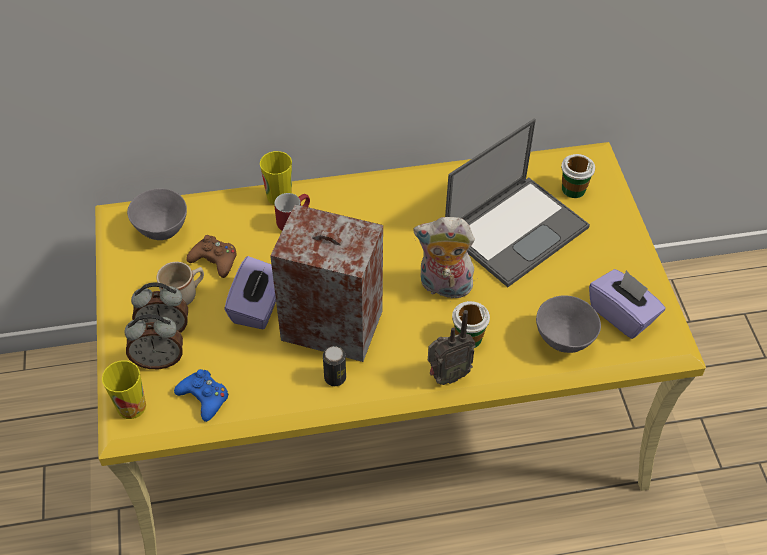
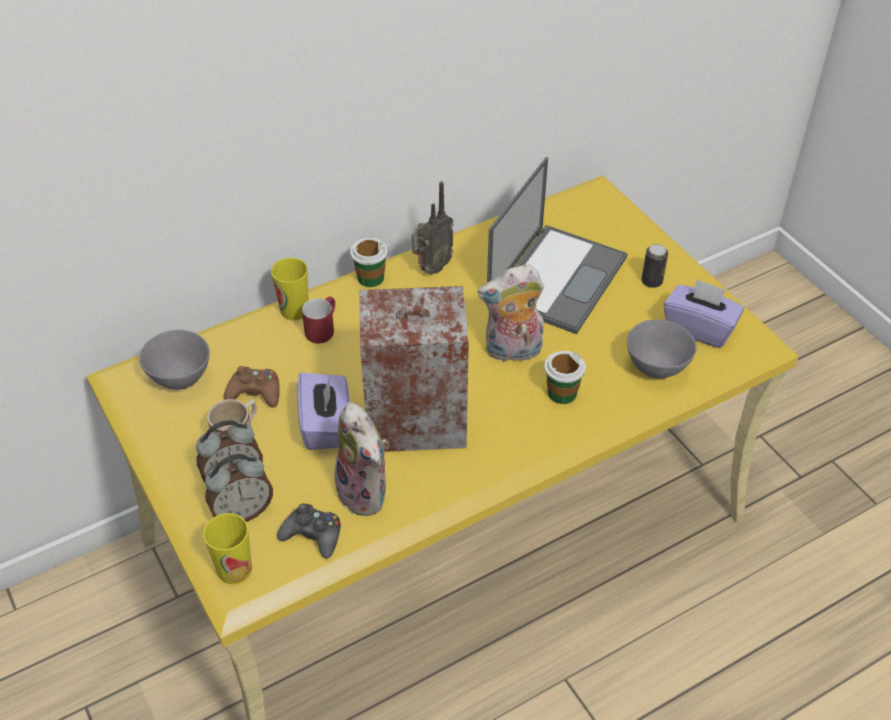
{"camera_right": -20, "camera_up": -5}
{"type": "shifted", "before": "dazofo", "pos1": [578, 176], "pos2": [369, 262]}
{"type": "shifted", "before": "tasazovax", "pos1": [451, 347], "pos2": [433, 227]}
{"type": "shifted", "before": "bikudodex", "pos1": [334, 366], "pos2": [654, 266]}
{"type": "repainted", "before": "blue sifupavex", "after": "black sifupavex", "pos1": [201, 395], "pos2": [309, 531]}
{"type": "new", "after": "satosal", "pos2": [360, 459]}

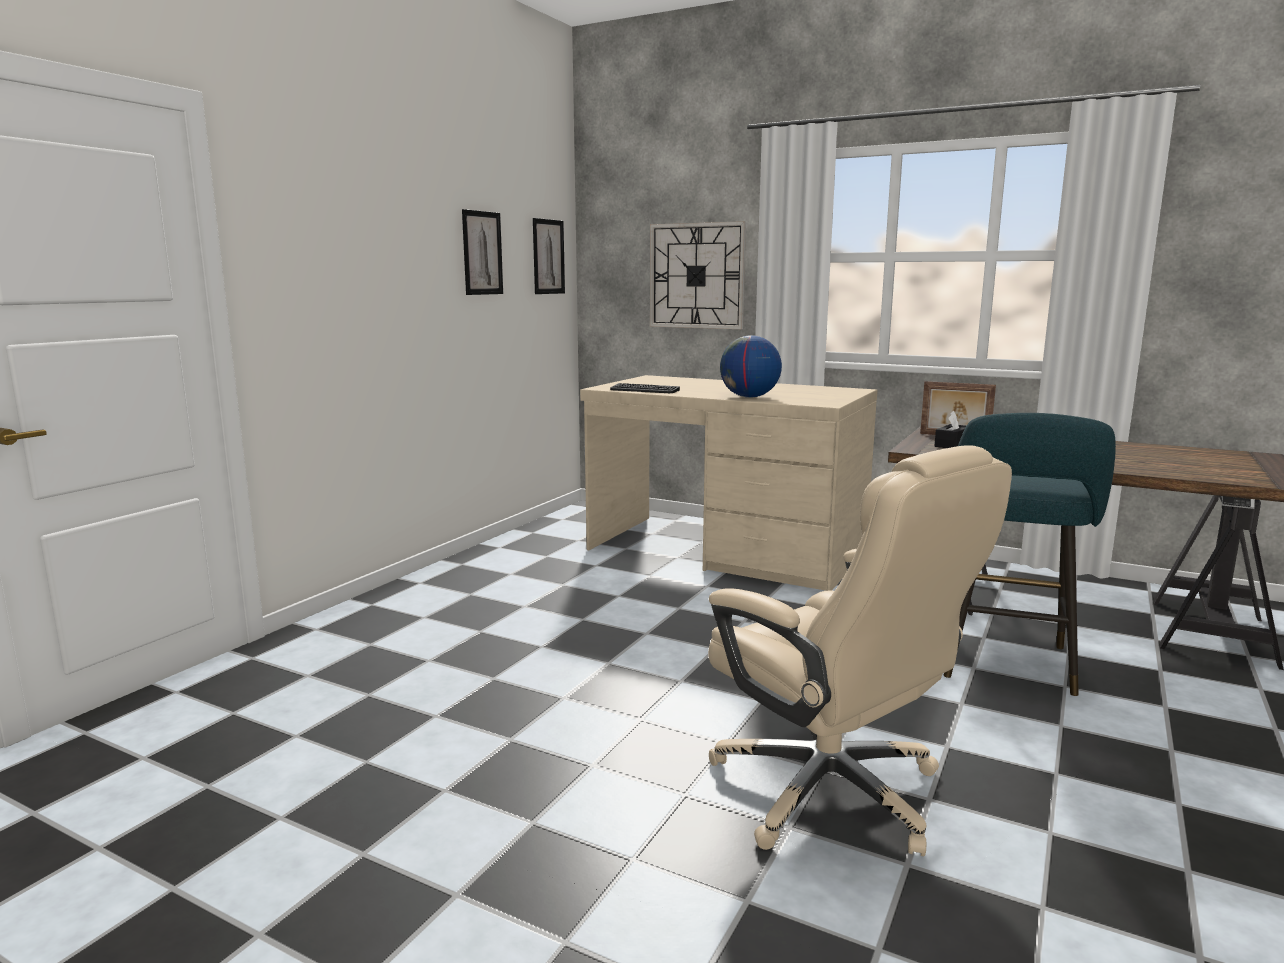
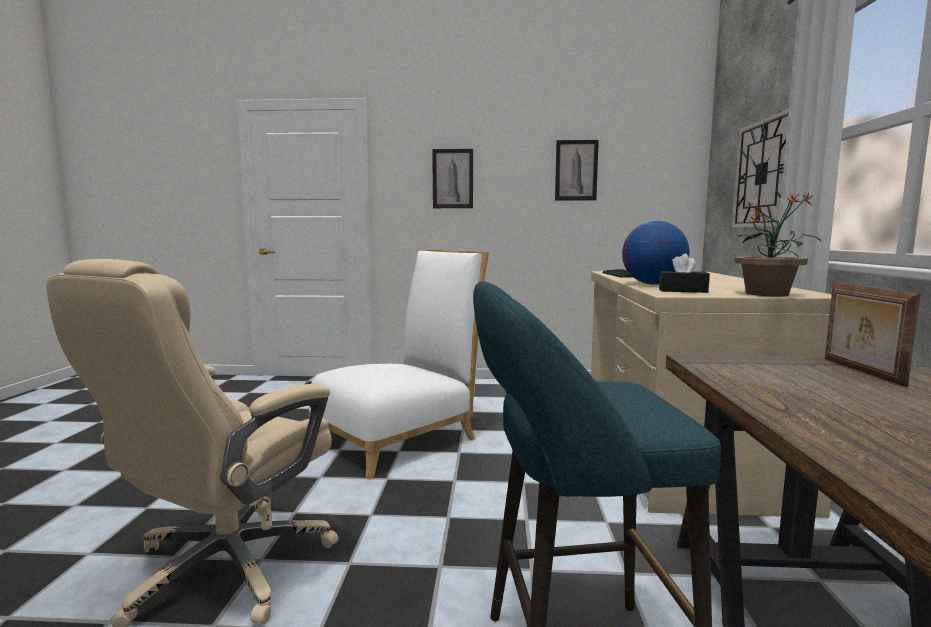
{"camera_right": 65, "camera_up": -5}
{"type": "shifted", "before": "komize", "pos1": [549, 256], "pos2": [452, 178]}
{"type": "shifted", "before": "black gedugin", "pos1": [950, 429], "pos2": [684, 273]}
{"type": "new", "after": "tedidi", "pos2": [777, 244]}
{"type": "new", "after": "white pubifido", "pos2": [399, 364]}

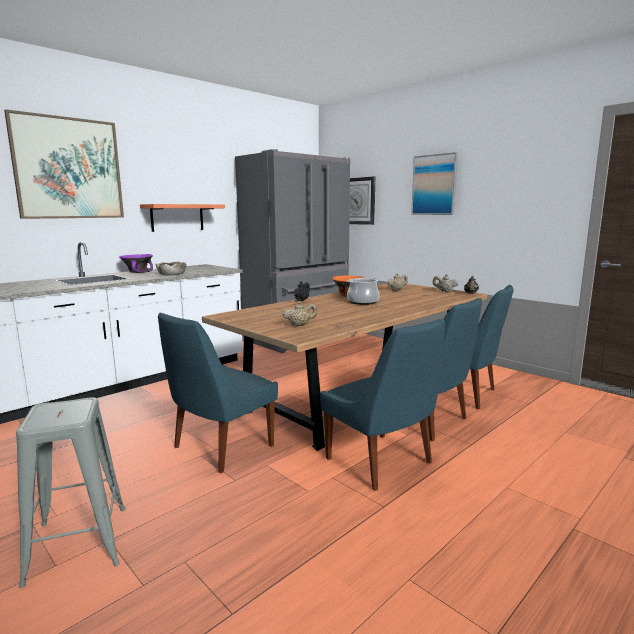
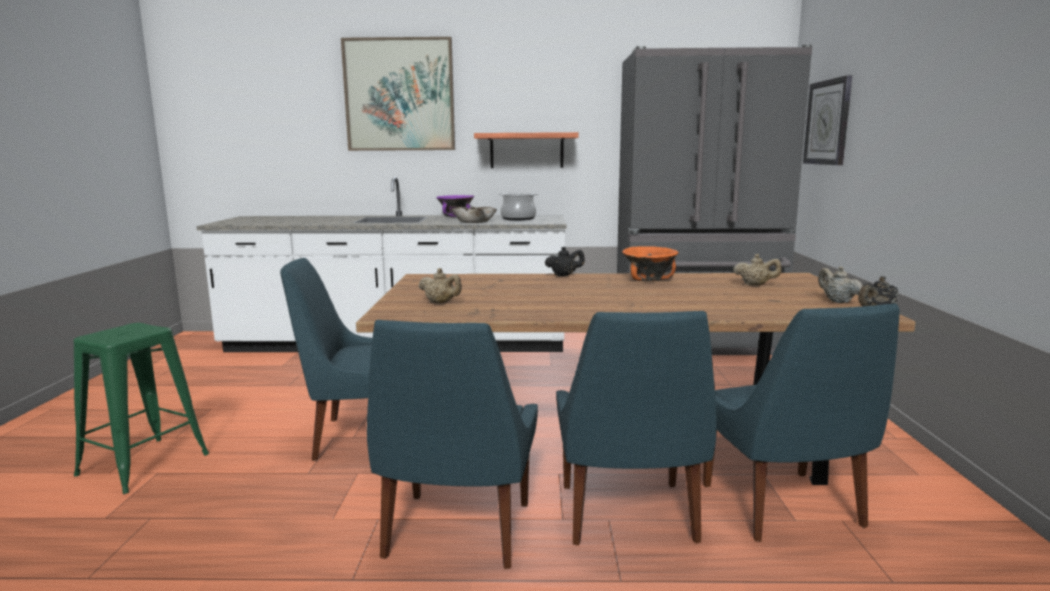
{"camera_right": 45, "camera_up": 0}
{"type": "gone", "before": "komize", "pos1": [434, 183]}
{"type": "shifted", "before": "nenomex", "pos1": [363, 291], "pos2": [518, 206]}
{"type": "repainted", "before": "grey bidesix", "after": "green bidesix", "pos1": [71, 493], "pos2": [141, 408]}

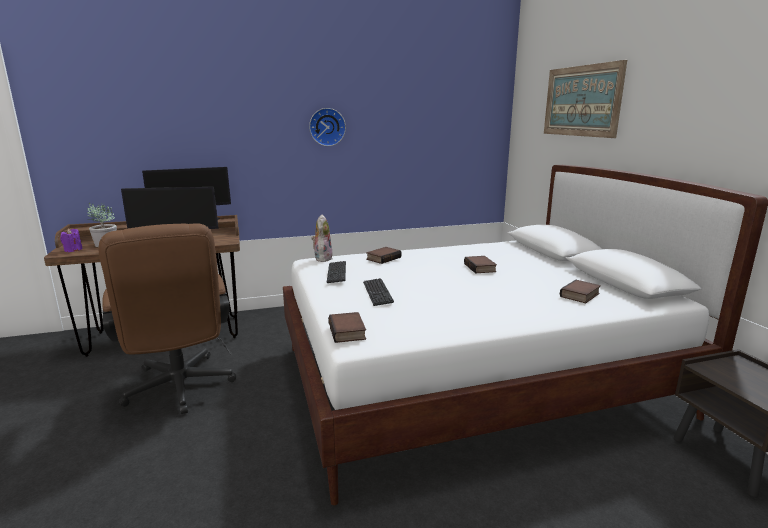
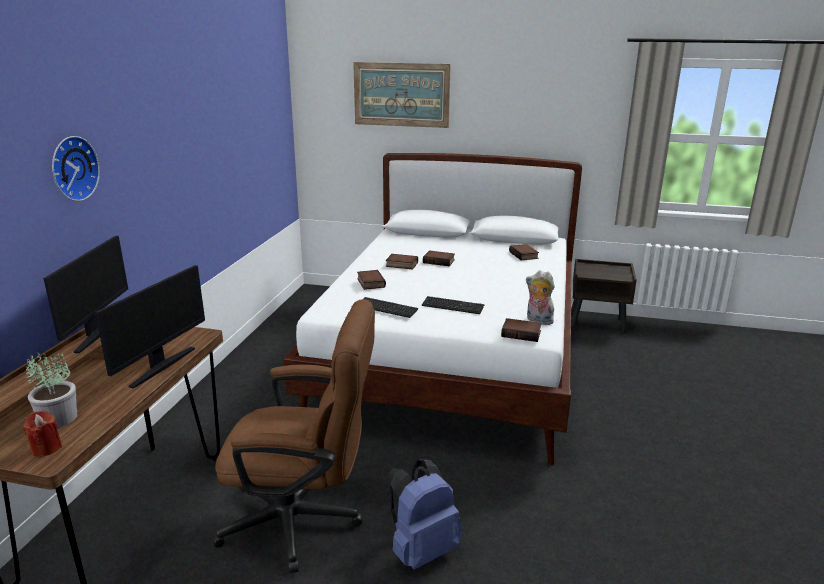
{"camera_right": -60, "camera_up": 5}
{"type": "shifted", "before": "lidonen", "pos1": [327, 127], "pos2": [76, 168]}
{"type": "shifted", "before": "satosal", "pos1": [322, 238], "pos2": [540, 297]}
{"type": "repainted", "before": "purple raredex", "after": "red raredex", "pos1": [71, 240], "pos2": [42, 433]}
{"type": "new", "after": "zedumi", "pos2": [402, 262]}
{"type": "new", "after": "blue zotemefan", "pos2": [424, 514]}

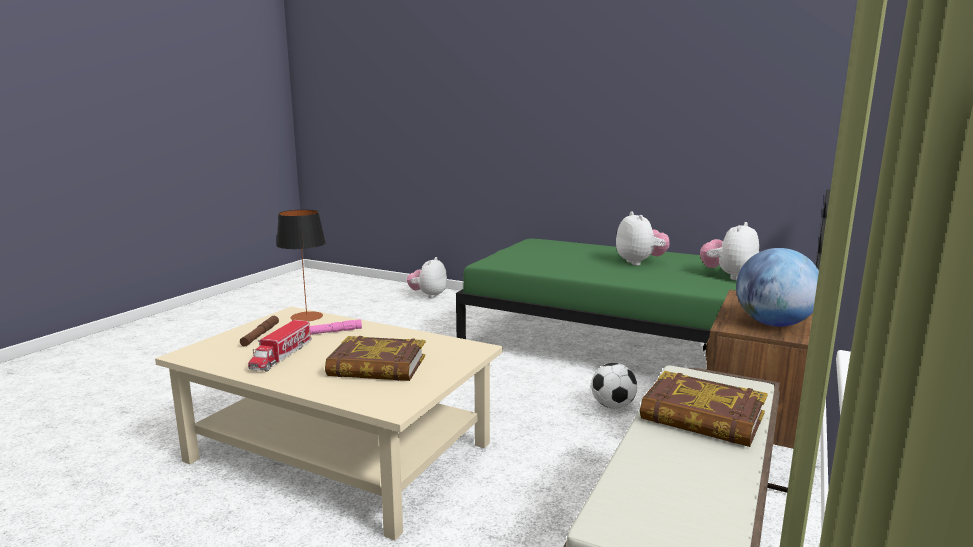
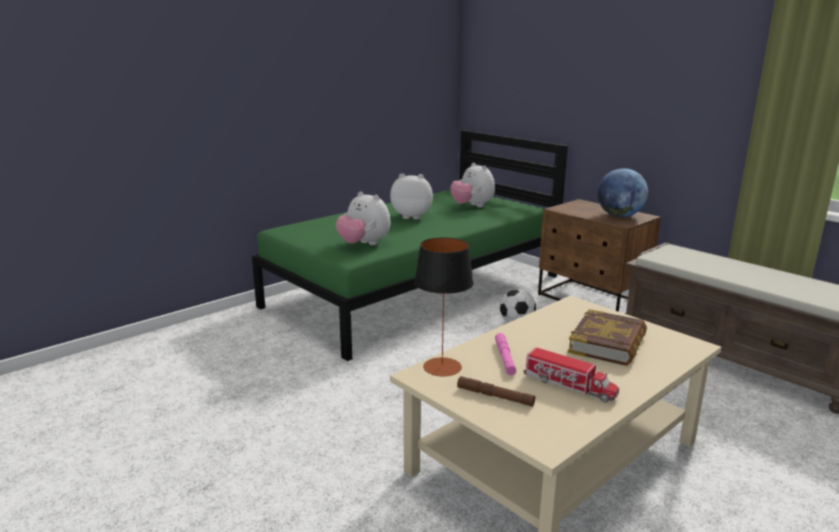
{"camera_right": -70, "camera_up": 5}
{"type": "shifted", "before": "satosal", "pos1": [427, 277], "pos2": [363, 218]}
{"type": "gone", "before": "zedumi", "pos1": [704, 409]}

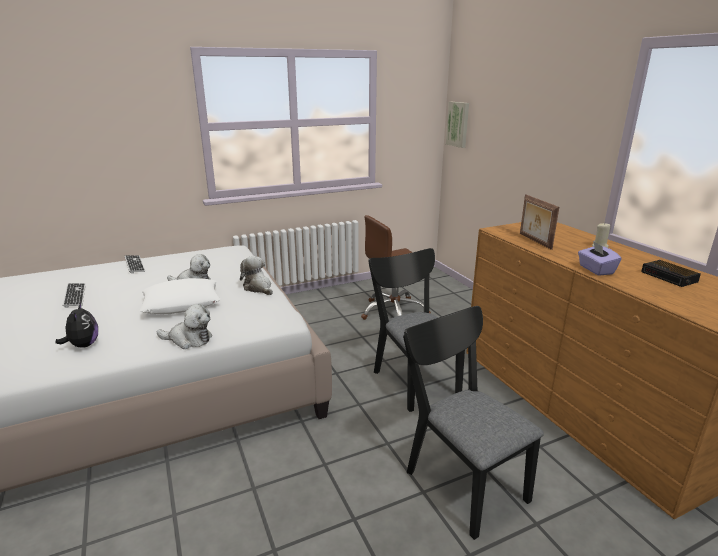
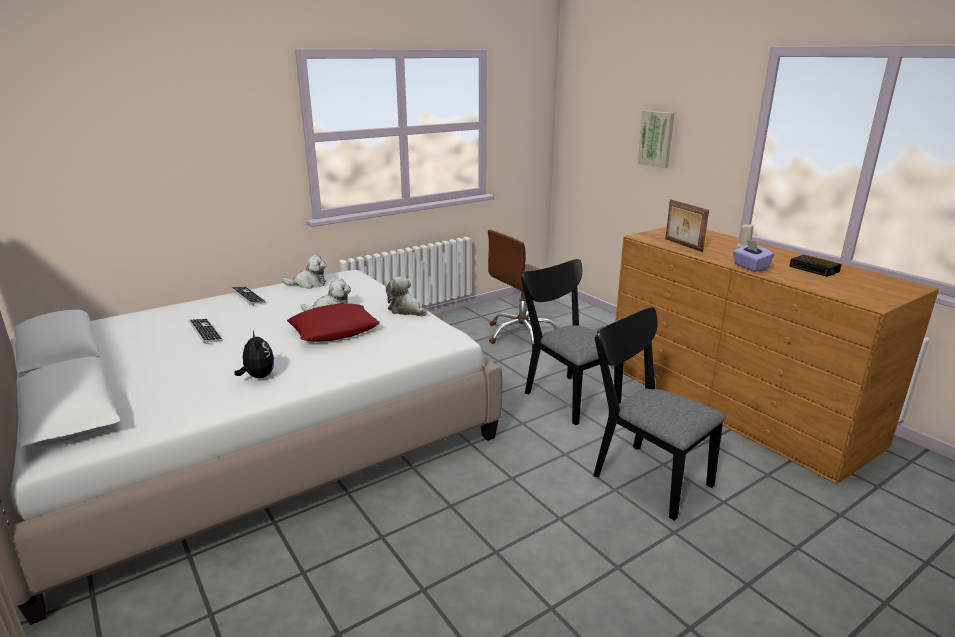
{"camera_right": -10, "camera_up": 0}
{"type": "shifted", "before": "komize", "pos1": [457, 125], "pos2": [656, 139]}
{"type": "repainted", "before": "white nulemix", "after": "red nulemix", "pos1": [179, 296], "pos2": [333, 322]}
{"type": "shifted", "before": "satosal", "pos1": [184, 326], "pos2": [304, 272]}

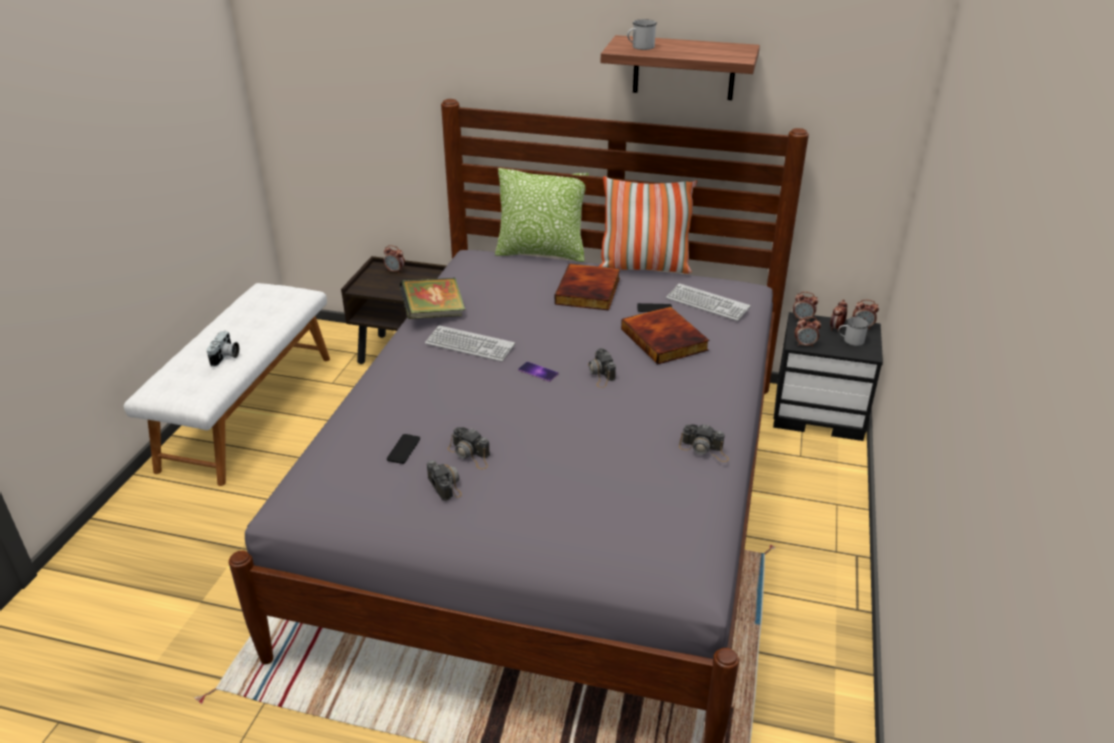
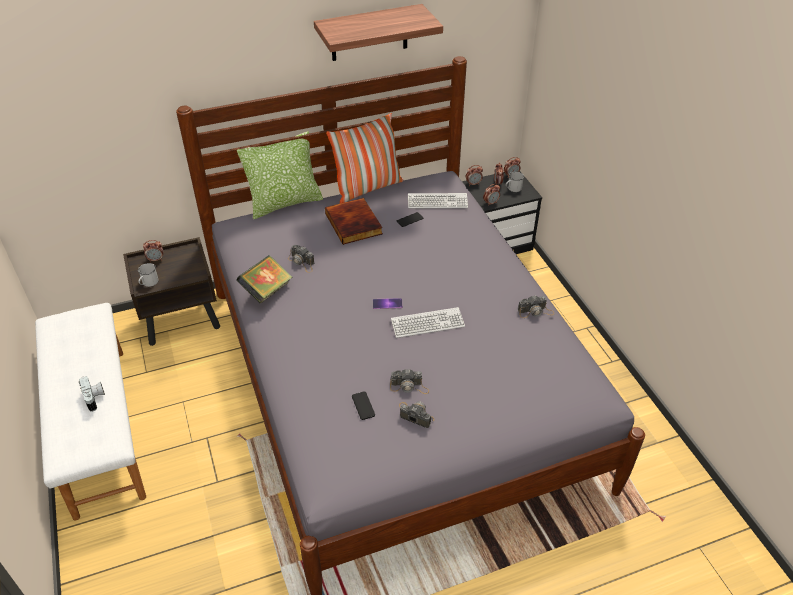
{"camera_right": -35, "camera_up": 10}
{"type": "shifted", "before": "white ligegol", "pos1": [642, 34], "pos2": [148, 275]}
{"type": "gone", "before": "zedumi", "pos1": [665, 336]}
{"type": "shifted", "before": "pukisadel", "pos1": [470, 343], "pos2": [428, 322]}
{"type": "shifted", "before": "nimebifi", "pos1": [602, 368], "pos2": [301, 259]}

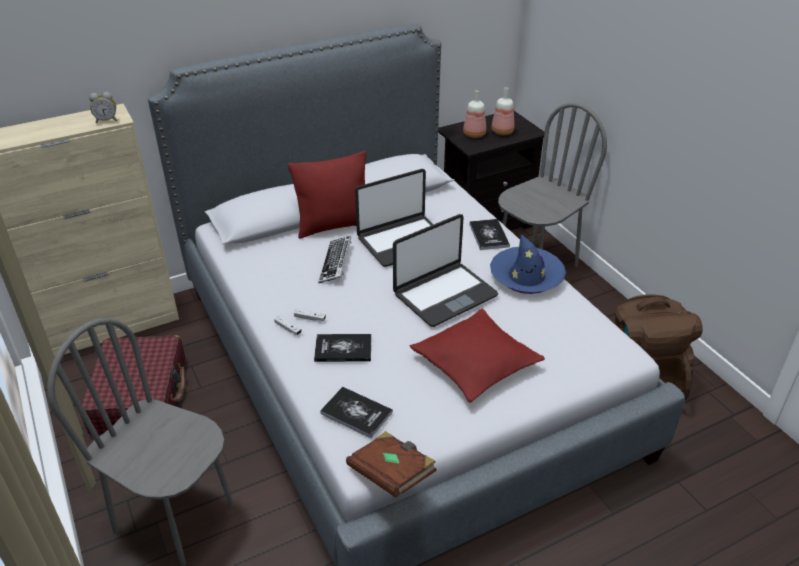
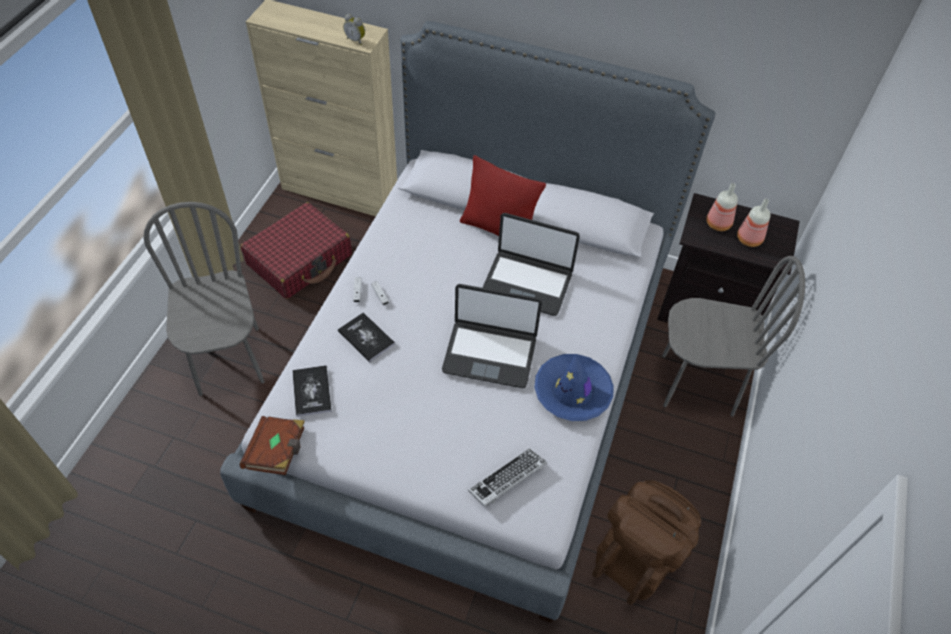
{"camera_right": 45, "camera_up": 15}
{"type": "gone", "before": "zedumi", "pos1": [489, 234]}
{"type": "shifted", "before": "pukisadel", "pos1": [335, 259], "pos2": [507, 477]}
{"type": "gone", "before": "red nulemix", "pos1": [477, 356]}

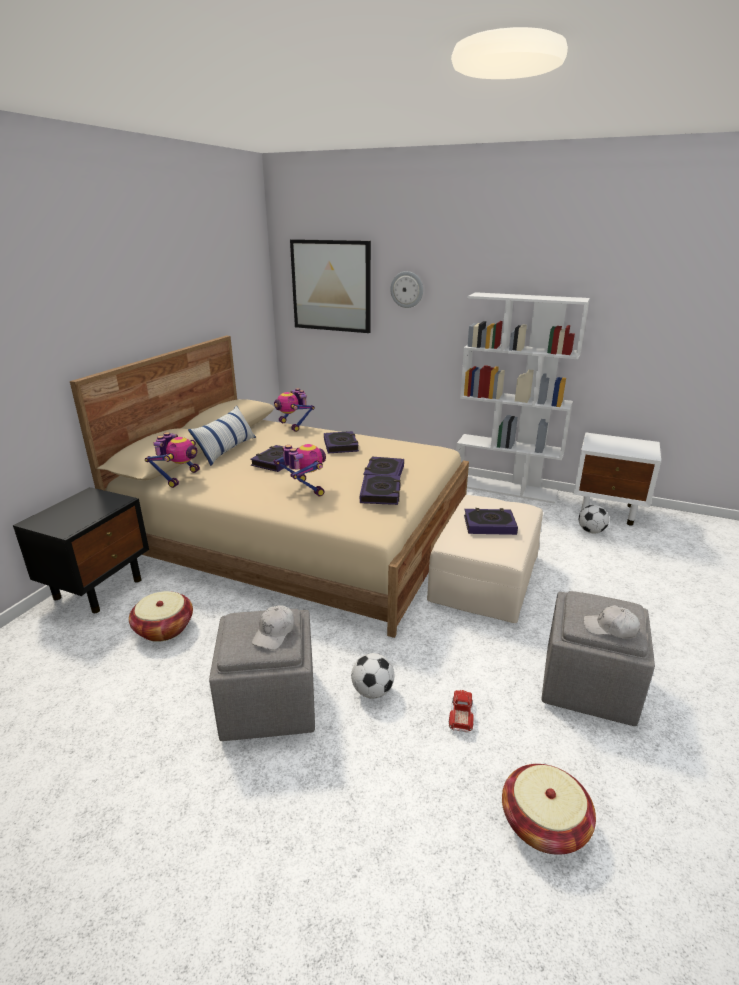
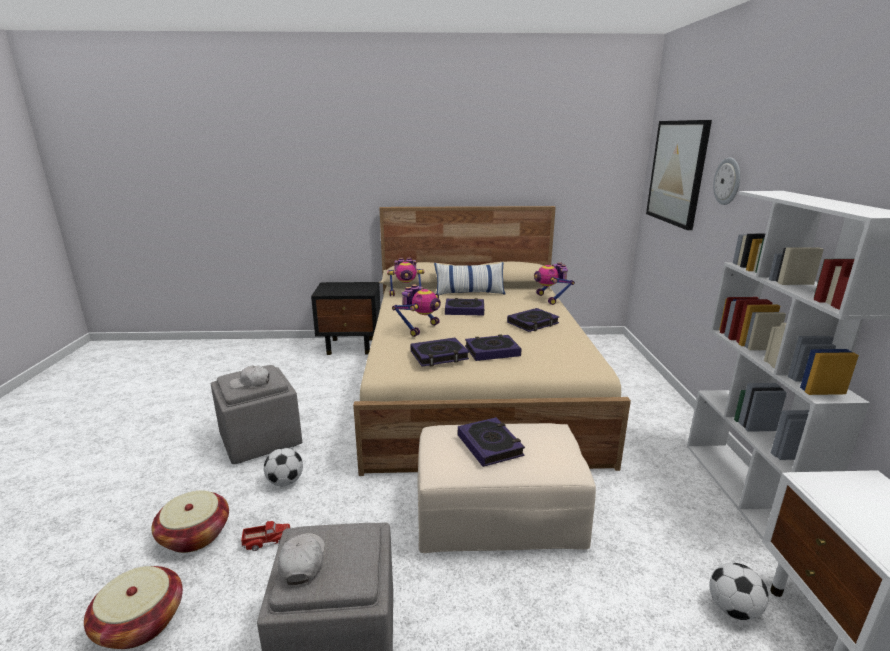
{"camera_right": 65, "camera_up": -5}
{"type": "rotated", "before": "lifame", "pos1": [294, 410], "pos2": [554, 283], "turn": -45}
{"type": "shifted", "before": "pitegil", "pos1": [161, 616], "pos2": [190, 521]}

